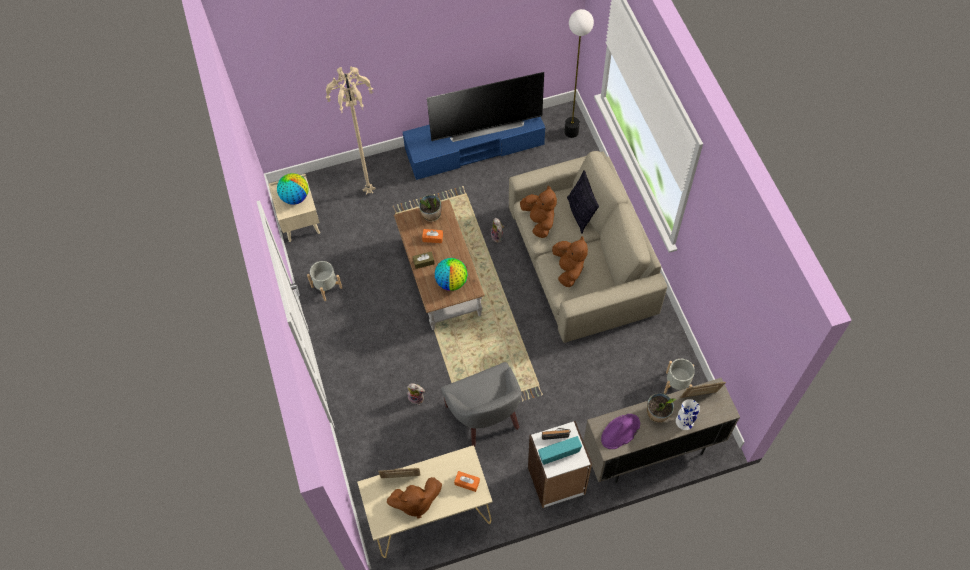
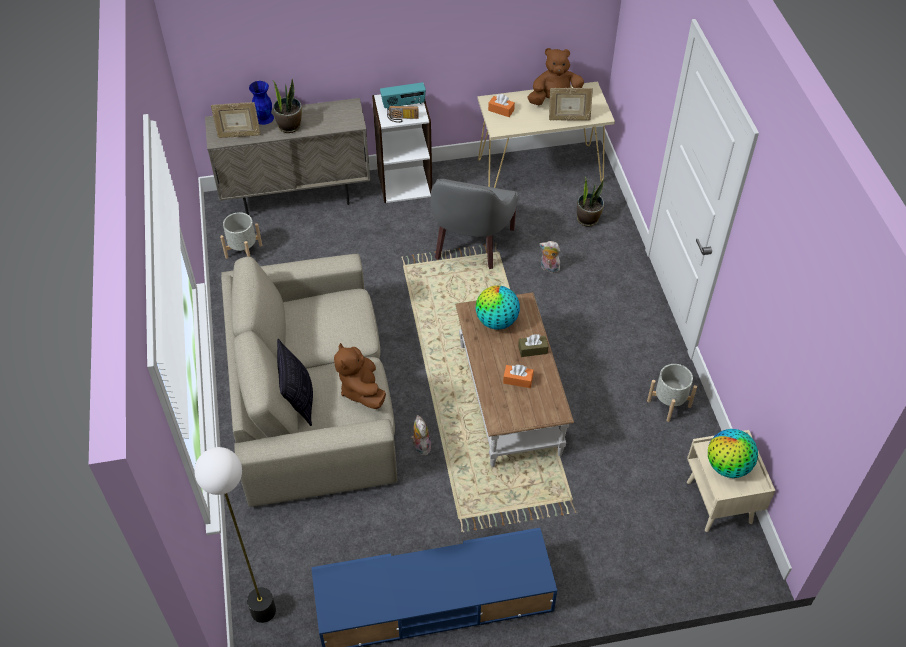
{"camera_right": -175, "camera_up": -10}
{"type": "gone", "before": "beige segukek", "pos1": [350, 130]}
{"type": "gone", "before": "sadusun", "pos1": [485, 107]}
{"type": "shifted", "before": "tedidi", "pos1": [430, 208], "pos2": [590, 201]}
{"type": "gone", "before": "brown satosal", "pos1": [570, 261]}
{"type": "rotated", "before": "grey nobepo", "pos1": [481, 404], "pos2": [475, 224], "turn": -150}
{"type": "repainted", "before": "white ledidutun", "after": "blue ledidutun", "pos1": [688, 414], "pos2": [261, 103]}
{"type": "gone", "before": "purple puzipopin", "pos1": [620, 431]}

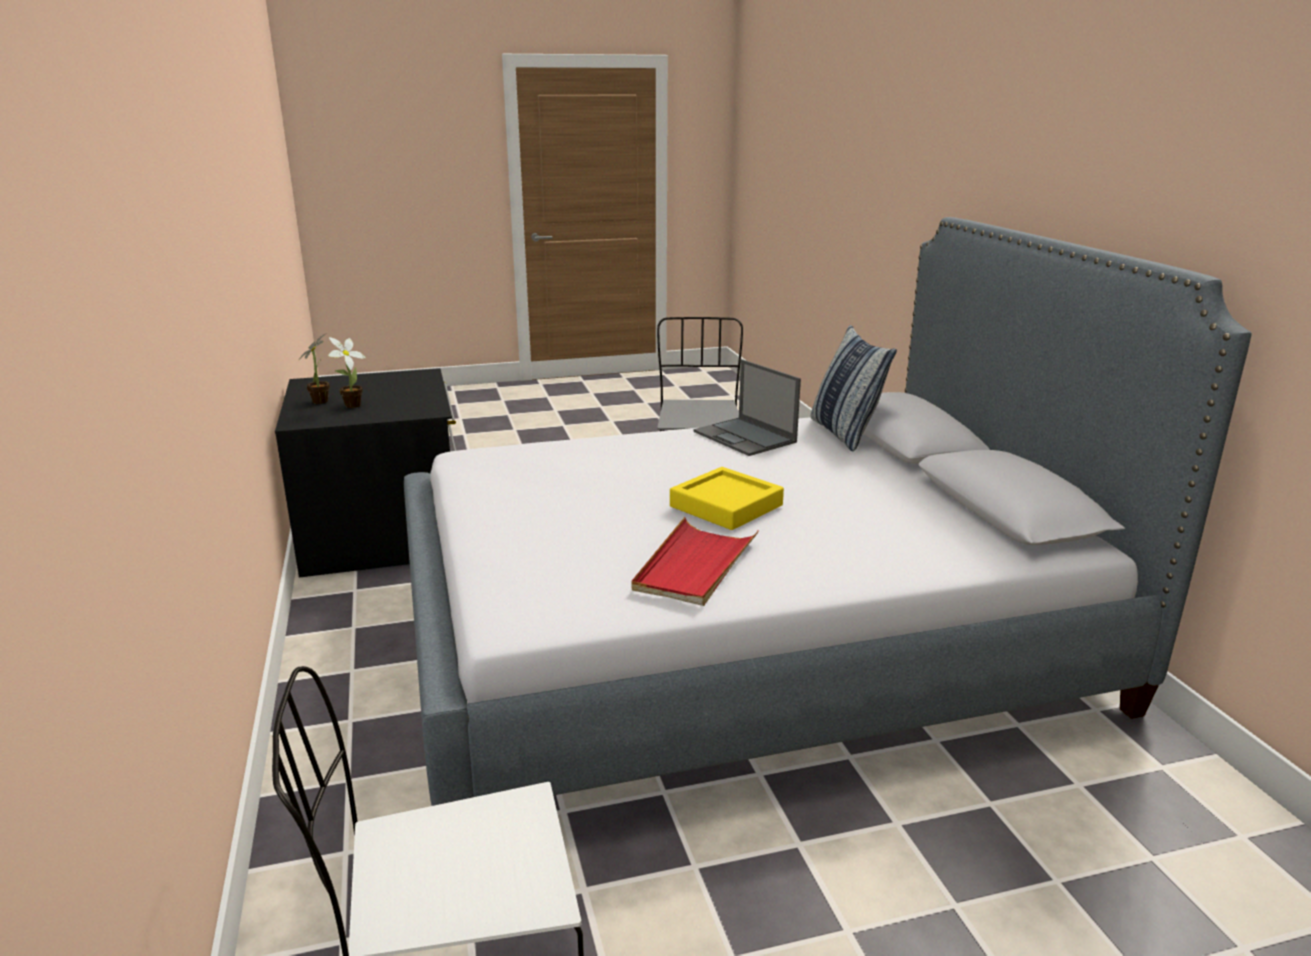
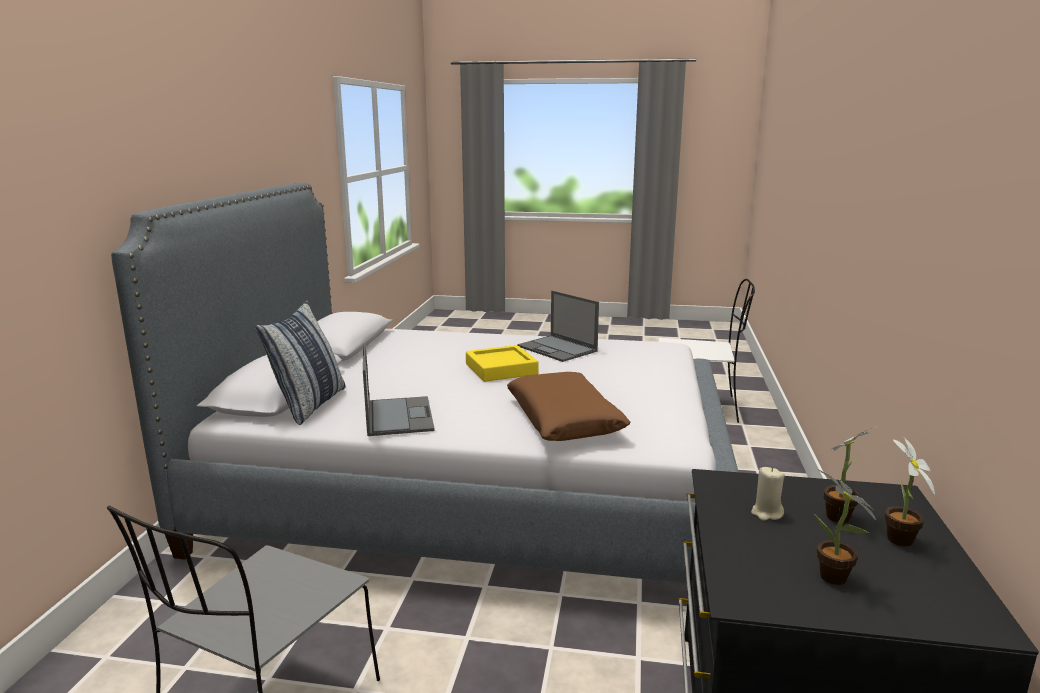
{"camera_right": -155, "camera_up": -5}
{"type": "swapped", "before": "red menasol", "after": "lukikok", "pos1": [695, 561], "pos2": [558, 326]}
{"type": "new", "after": "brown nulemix", "pos2": [569, 406]}
{"type": "new", "after": "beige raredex", "pos2": [768, 494]}
{"type": "new", "after": "tedidi", "pos2": [844, 527]}

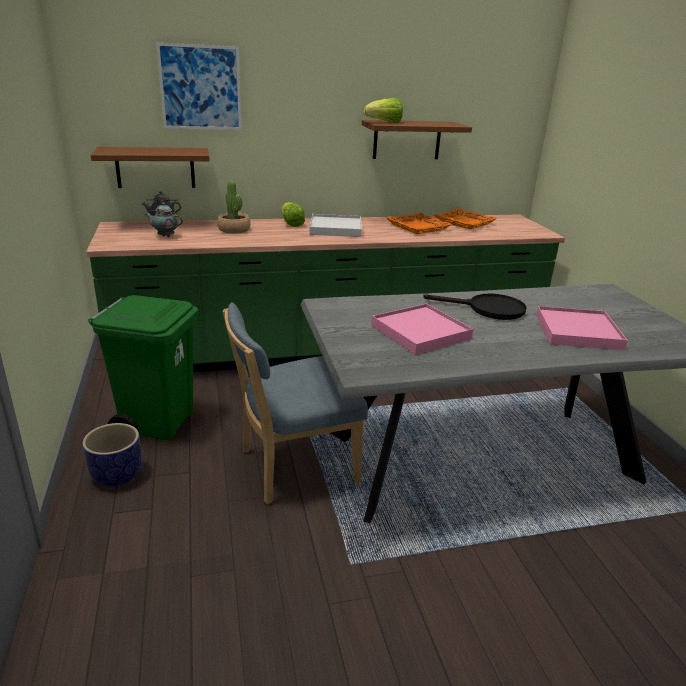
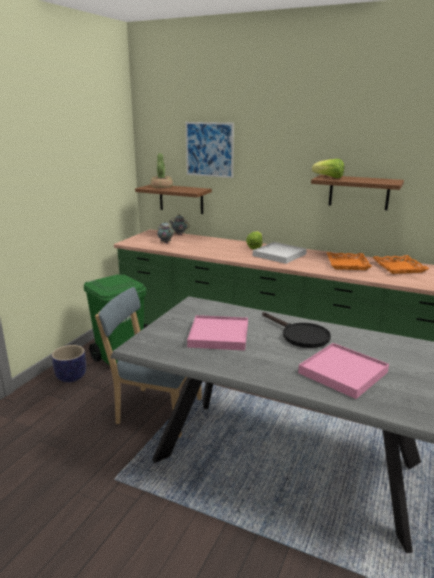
{"camera_right": 40, "camera_up": -5}
{"type": "shifted", "before": "tedidi", "pos1": [233, 206], "pos2": [162, 171]}

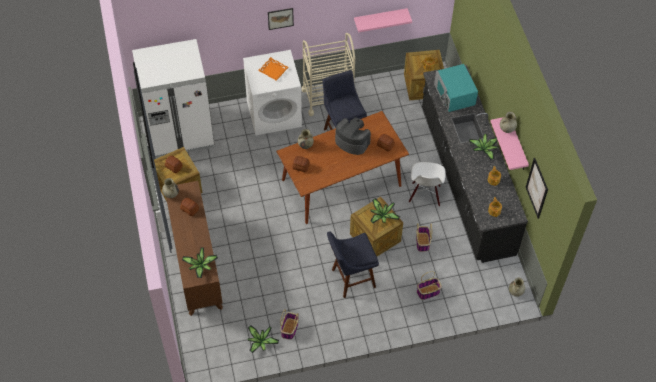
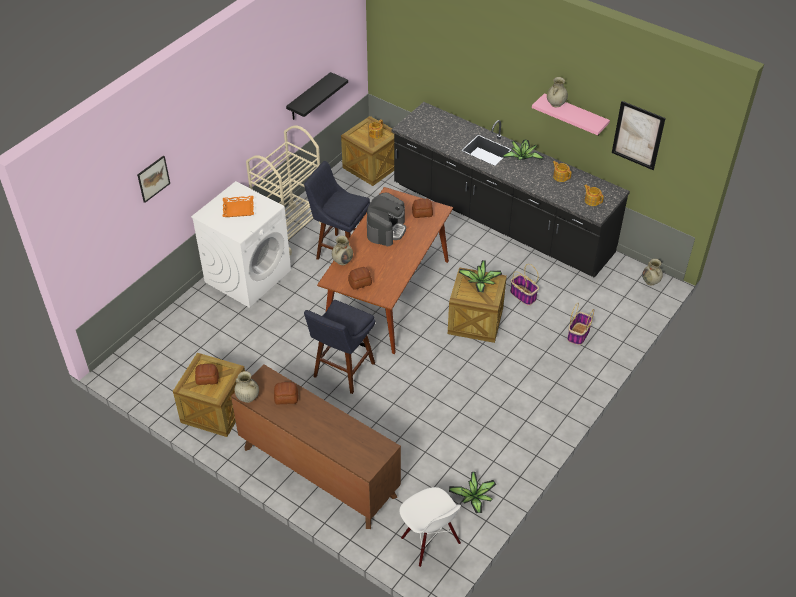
{"camera_right": -40, "camera_up": -10}
{"type": "shifted", "before": "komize", "pos1": [281, 19], "pos2": [153, 179]}
{"type": "repainted", "before": "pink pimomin", "after": "black pimomin", "pos1": [383, 20], "pos2": [317, 96]}
{"type": "gone", "before": "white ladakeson", "pos1": [173, 98]}
{"type": "gone", "before": "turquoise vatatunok", "pos1": [456, 88]}
{"type": "rotated", "before": "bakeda", "pos1": [353, 136], "pos2": [386, 219], "turn": 120}
{"type": "shifted", "before": "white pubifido", "pos1": [427, 184], "pos2": [430, 527]}
{"type": "shifted", "before": "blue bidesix", "pos1": [353, 264], "pos2": [339, 347]}
{"type": "gone", "before": "tedidi", "pos1": [200, 262]}
{"type": "gone", "before": "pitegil", "pos1": [289, 324]}

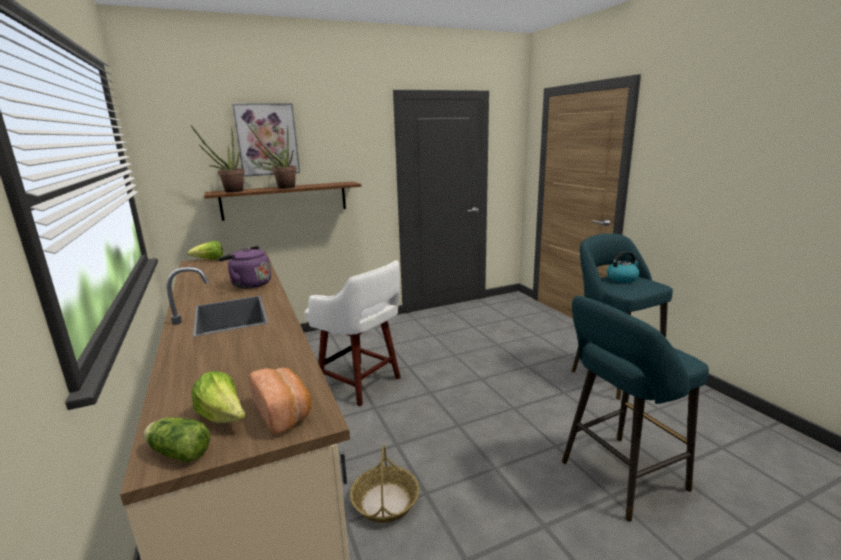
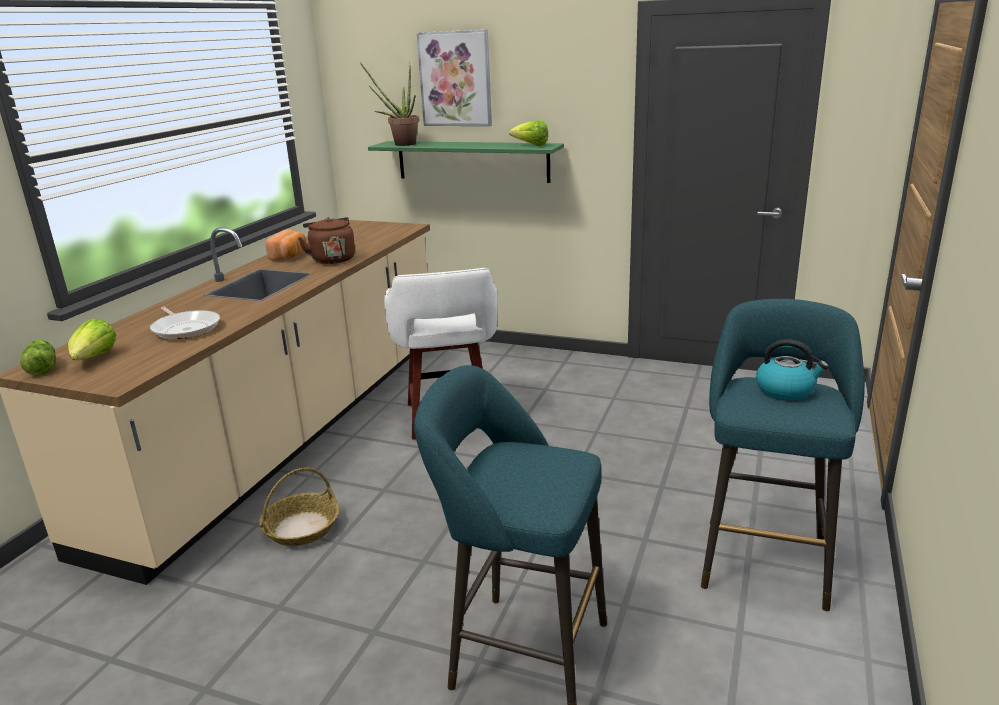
{"camera_right": 45, "camera_up": 5}
{"type": "gone", "before": "tedidi", "pos1": [272, 156]}
{"type": "repainted", "before": "brown pimomin", "after": "green pimomin", "pos1": [282, 201], "pos2": [466, 162]}
{"type": "shifted", "before": "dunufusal", "pos1": [205, 250], "pos2": [528, 133]}
{"type": "repainted", "before": "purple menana", "after": "brown menana", "pos1": [244, 267], "pos2": [326, 240]}
{"type": "shifted", "before": "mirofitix", "pos1": [280, 401], "pos2": [286, 245]}
{"type": "new", "after": "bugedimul", "pos2": [185, 323]}

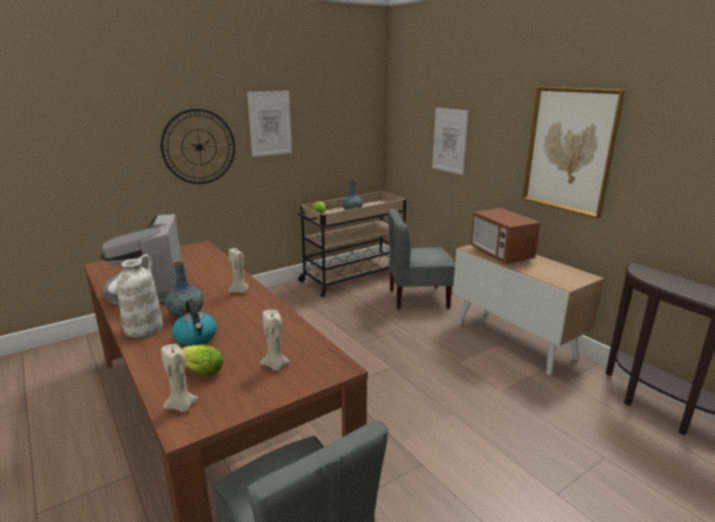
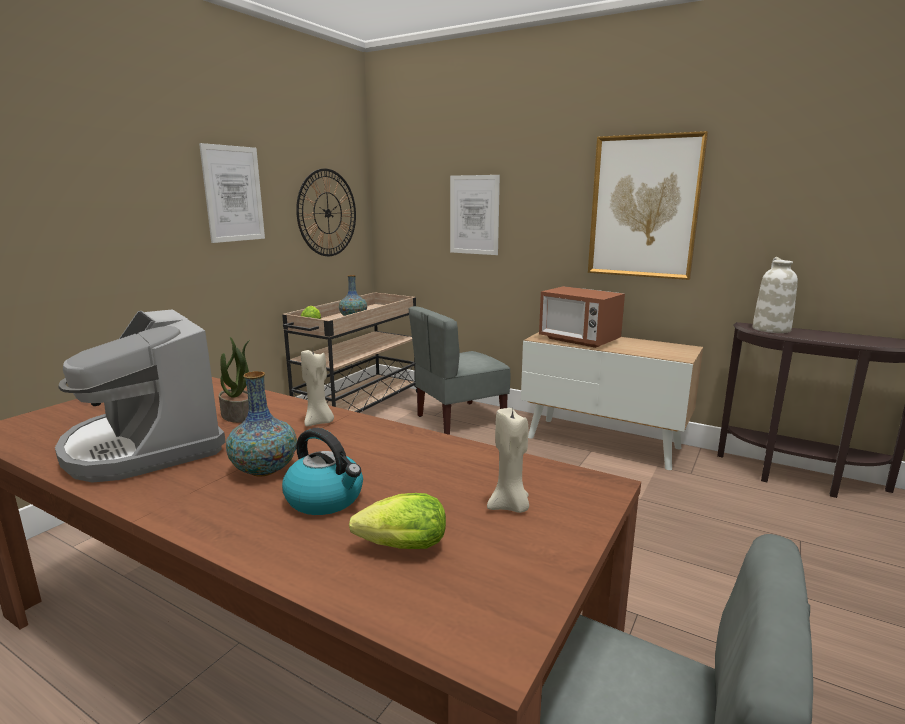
{"camera_right": -25, "camera_up": -5}
{"type": "shifted", "before": "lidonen", "pos1": [198, 146], "pos2": [326, 212]}
{"type": "shifted", "before": "white ledidutun", "pos1": [140, 296], "pos2": [775, 295]}
{"type": "gone", "before": "beige raredex", "pos1": [179, 378]}
{"type": "new", "after": "tedidi", "pos2": [235, 380]}

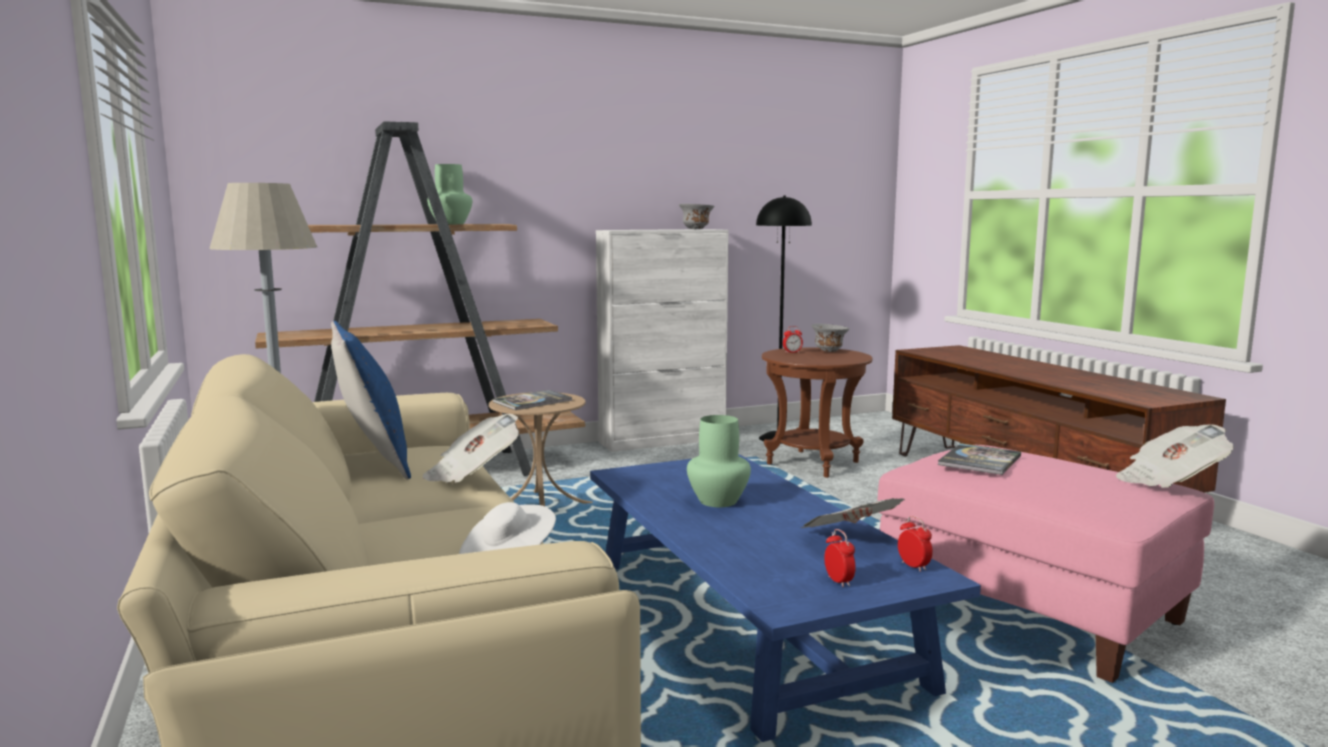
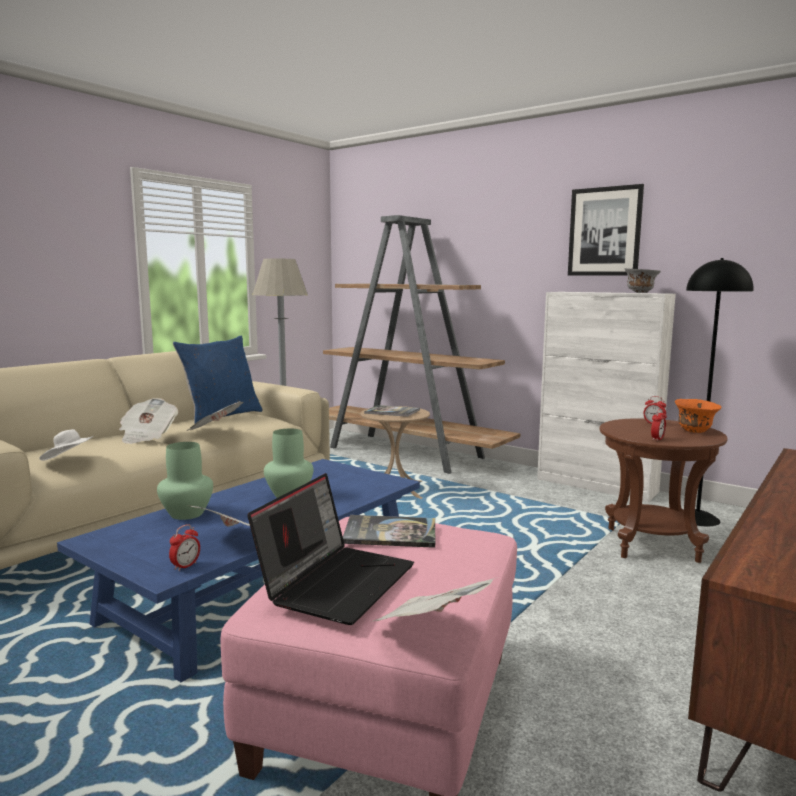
{"camera_right": 60, "camera_up": 0}
{"type": "shifted", "before": "green ledidutun", "pos1": [449, 194], "pos2": [185, 481]}
{"type": "repainted", "before": "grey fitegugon", "after": "orange fitegugon", "pos1": [830, 338], "pos2": [698, 416]}
{"type": "shifted", "before": "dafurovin", "pos1": [840, 558], "pos2": [659, 424]}
{"type": "new", "after": "komize", "pos2": [606, 230]}
{"type": "new", "after": "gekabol", "pos2": [148, 421]}
{"type": "new", "after": "lukikok", "pos2": [330, 549]}

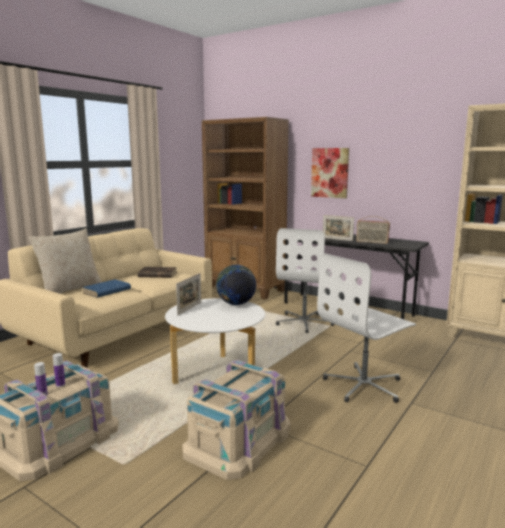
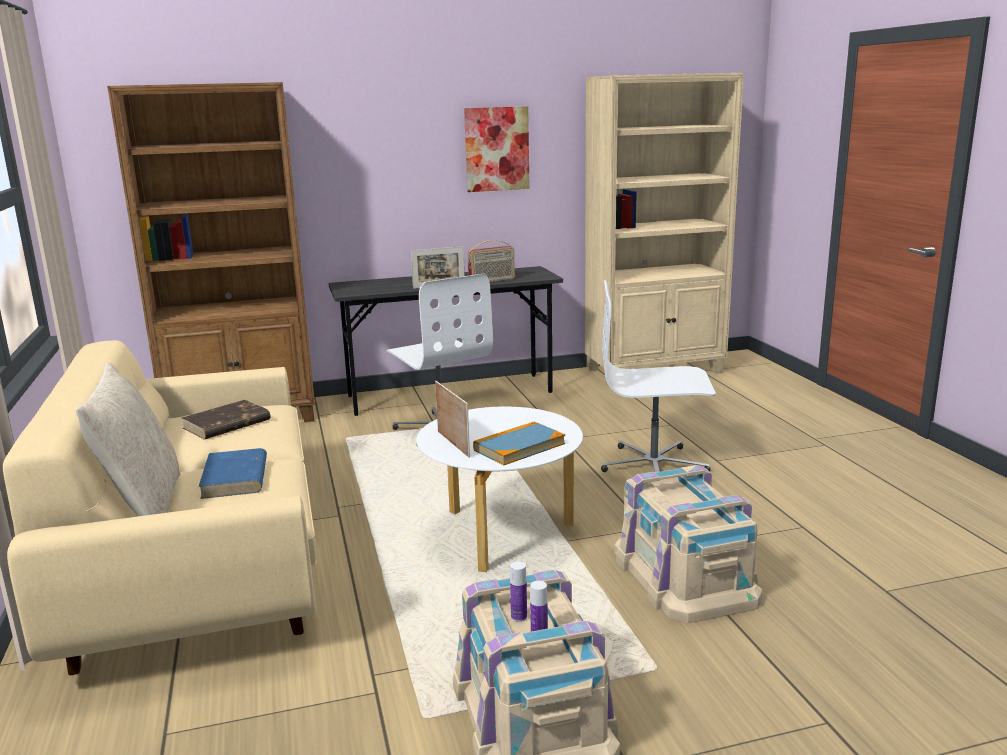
{"camera_right": -50, "camera_up": 5}
{"type": "shifted", "before": "komize", "pos1": [330, 173], "pos2": [496, 149]}
{"type": "rotated", "before": "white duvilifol", "pos1": [366, 328], "pos2": [658, 376], "turn": 90}
{"type": "gone", "before": "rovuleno", "pos1": [236, 285]}
{"type": "new", "after": "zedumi", "pos2": [519, 443]}

